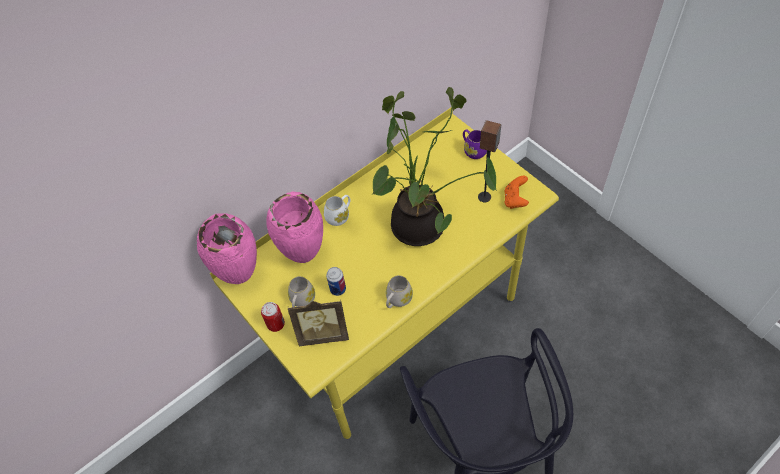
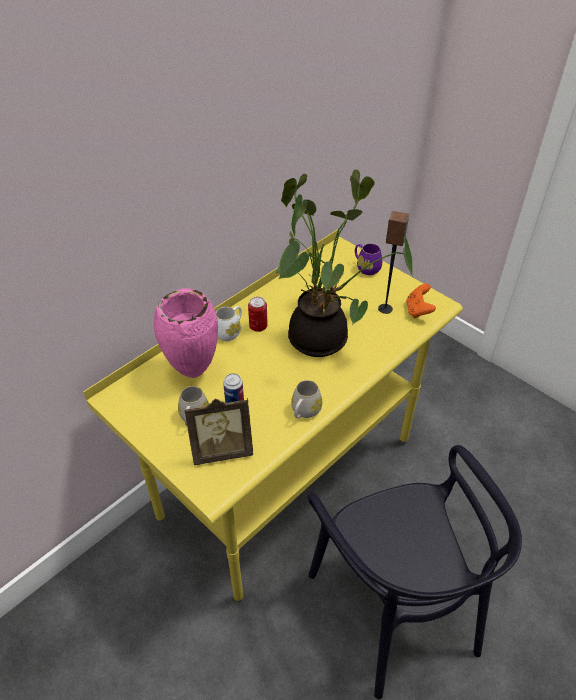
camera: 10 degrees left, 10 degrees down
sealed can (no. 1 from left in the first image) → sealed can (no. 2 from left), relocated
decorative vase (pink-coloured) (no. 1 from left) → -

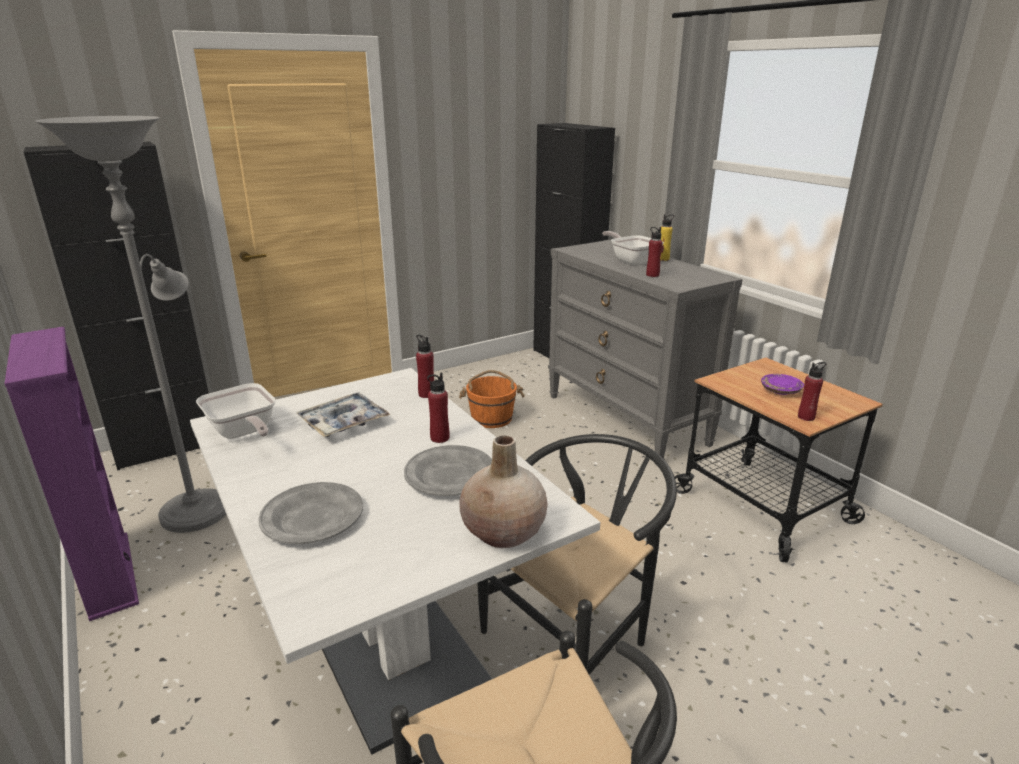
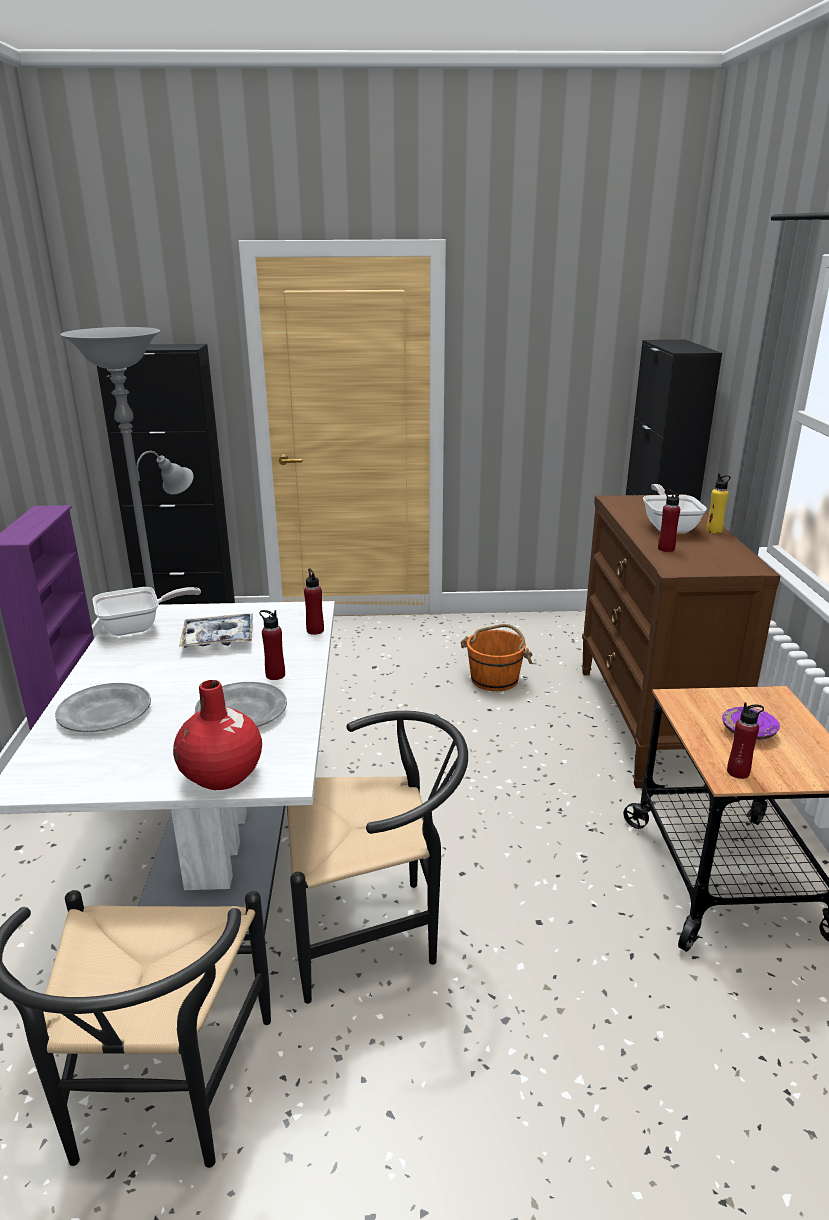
camera: 30 degrees right, 0 degrees up
skillet (no. 1 from left), 105 degrees counterclockwise
decorative vase (beige) → decorative vase (red)
dresser (gray) → dresser (brown)

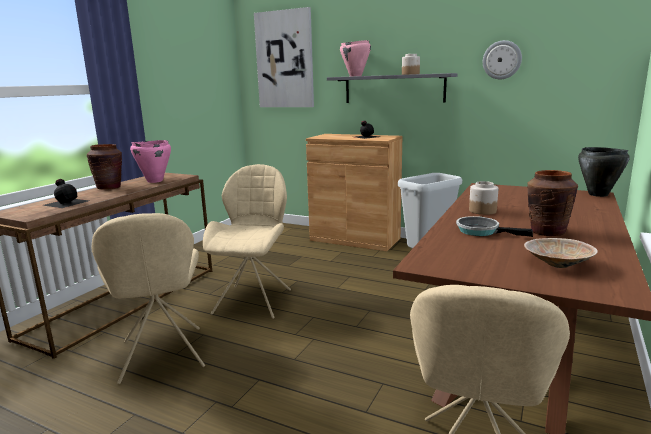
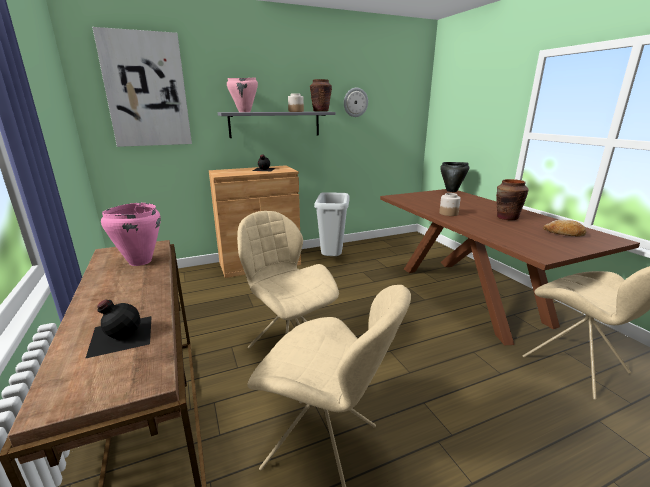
camera: 50 degrees left, 5 degrees up
decorative vase (brown) (no. 1 from left), relocated
serving bowl (beige) → bread
skillet → -

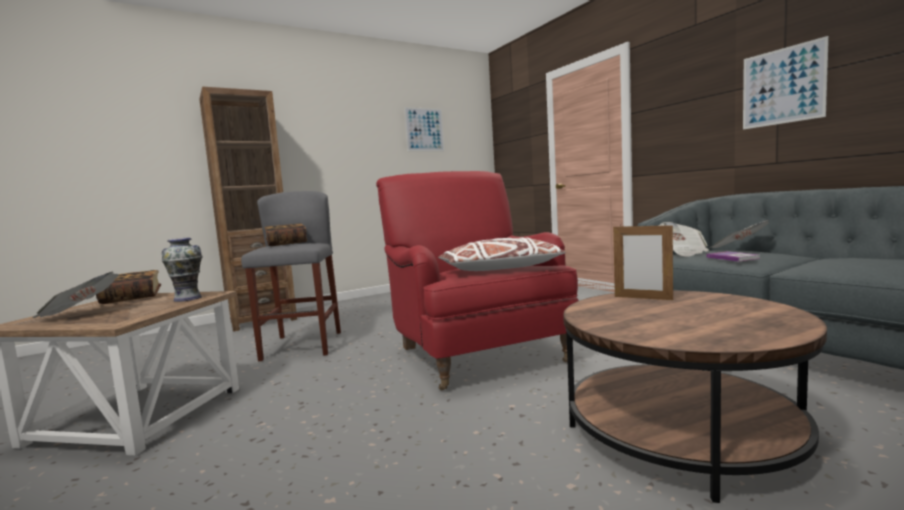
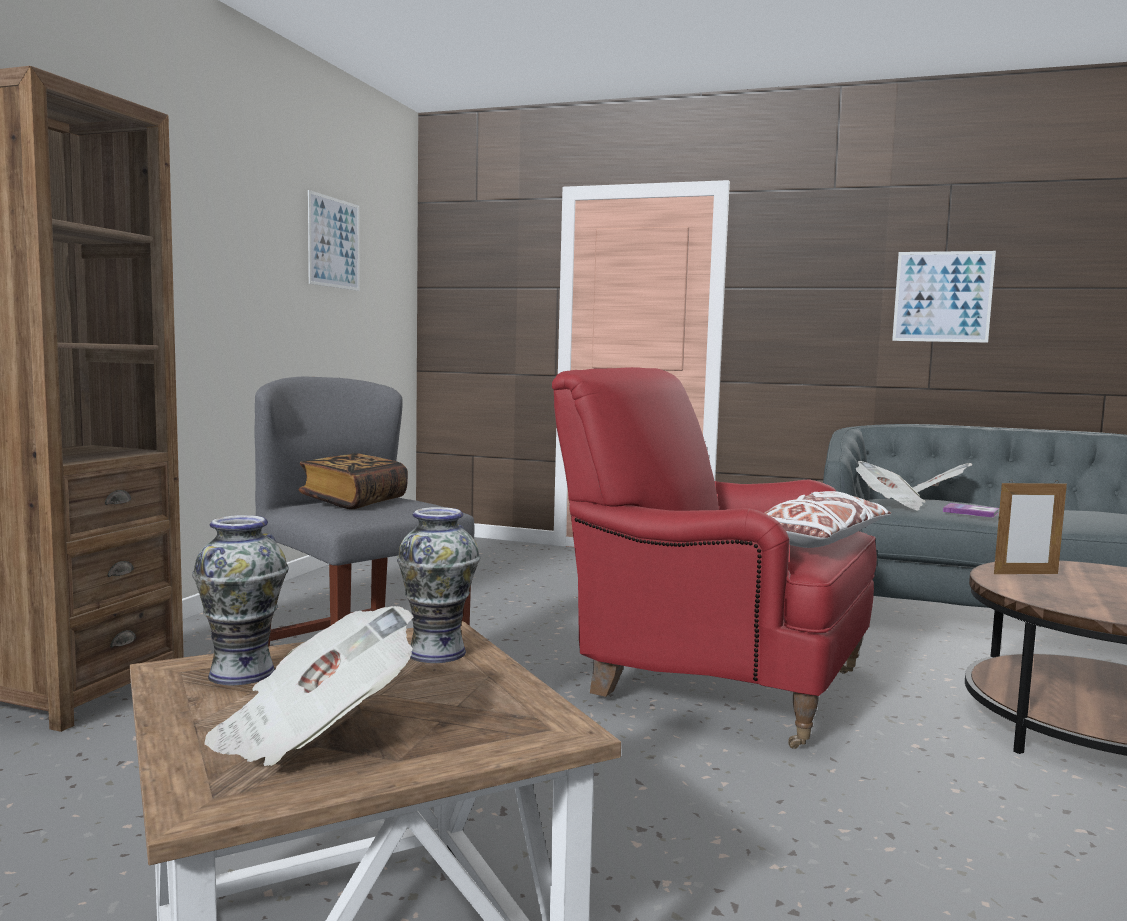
camera: 40 degrees left, 0 degrees up
bound book (no. 1 from left) → decorative vase (no. 1 from left)

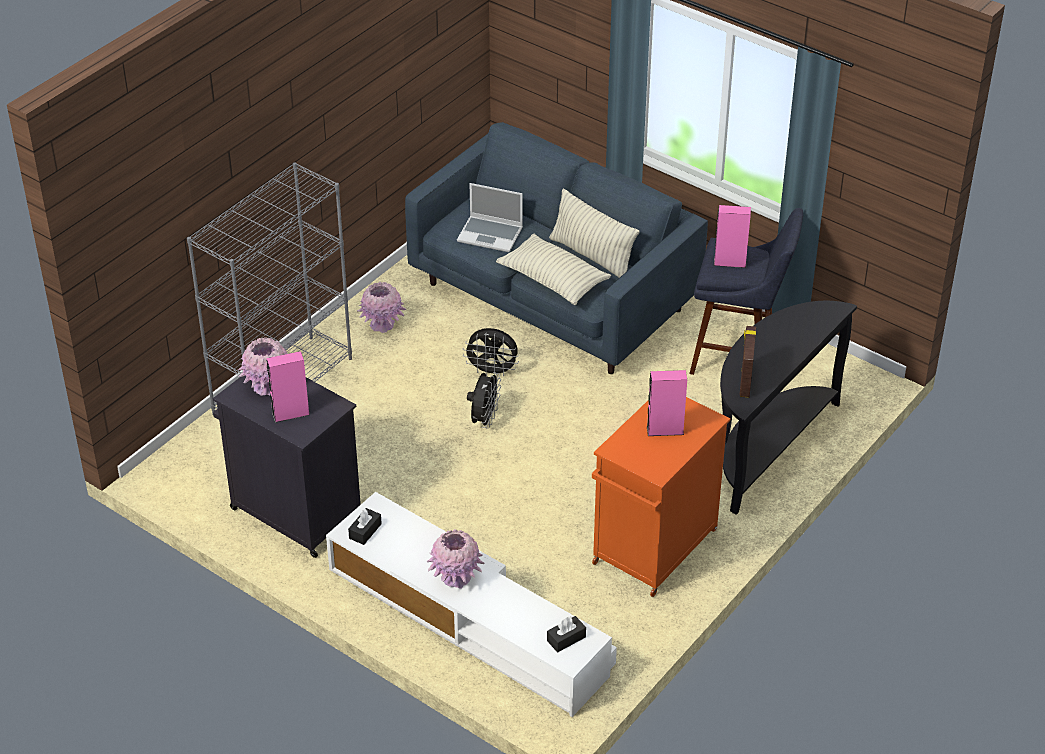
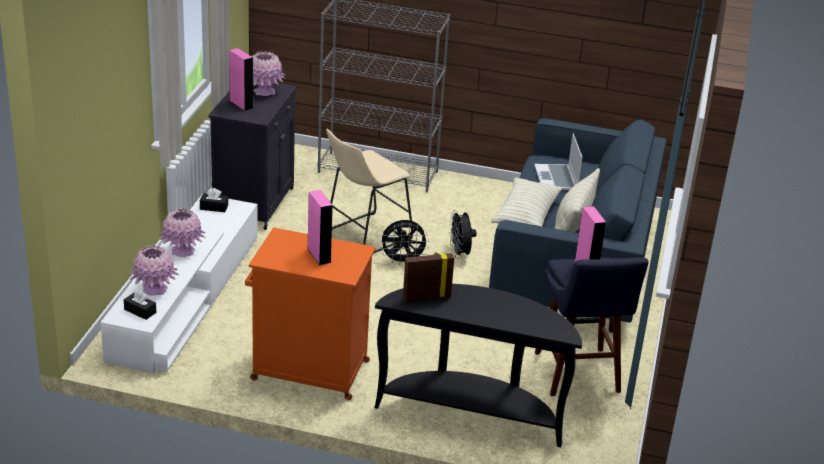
camera: 65 degrees right, 10 degrees down
decorative vase (pink-coloured) (no. 2 from left in the first image) → decorative vase (pink-coloured) (no. 1 from left), relocated
- → sitting stool (beige)

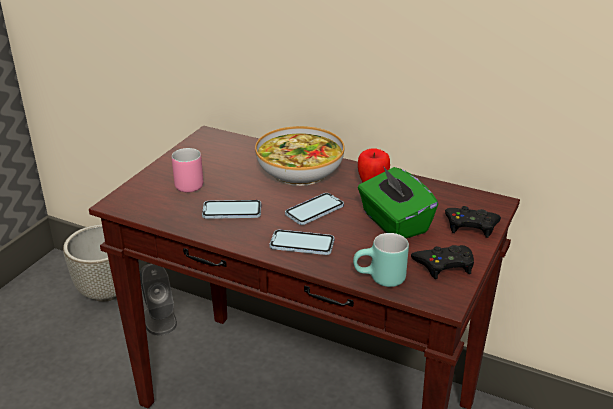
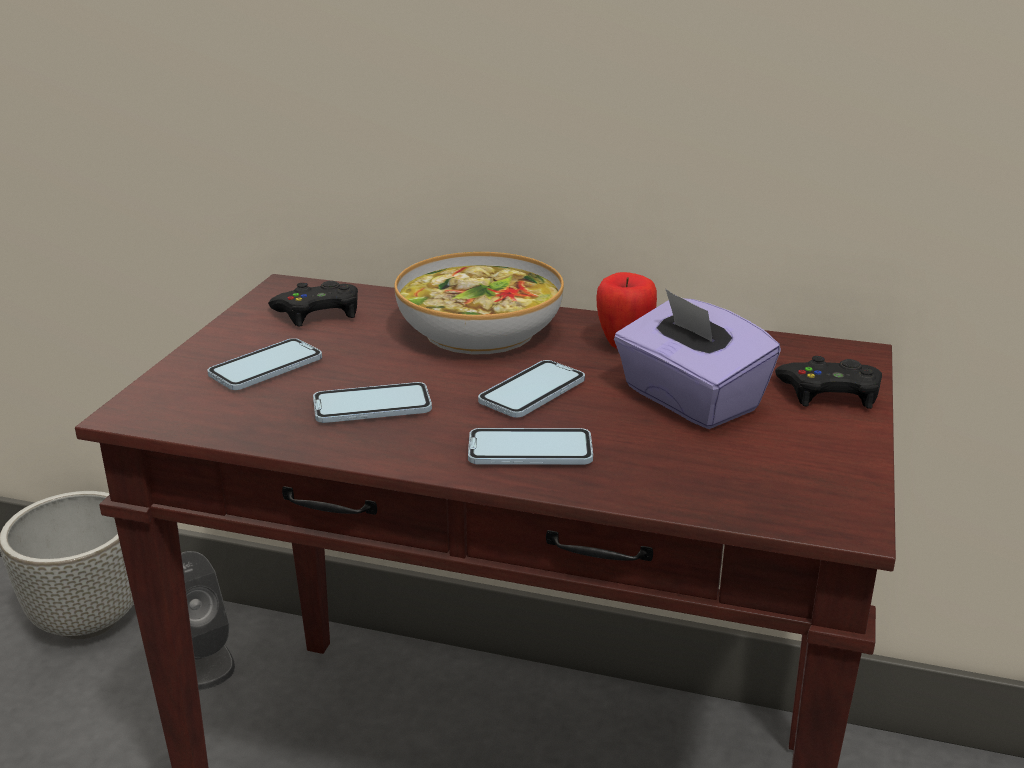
camera: 10 degrees left, 5 degrees down
mug (pink-coloured) → handset (no. 1 from left)
joypad (blackish) (no. 1 from left), relocated
tissue box (green-coloured) → tissue box (purplish)
mug (turquoise) → -

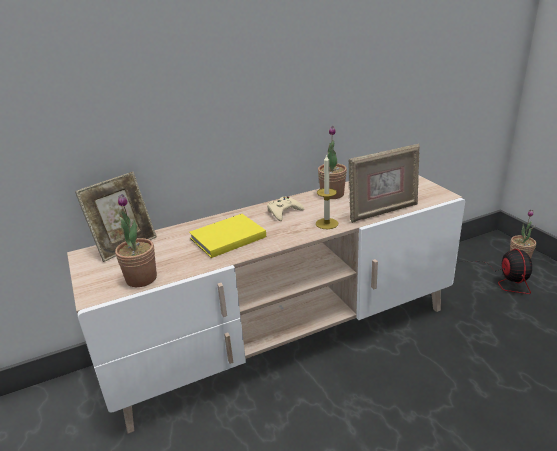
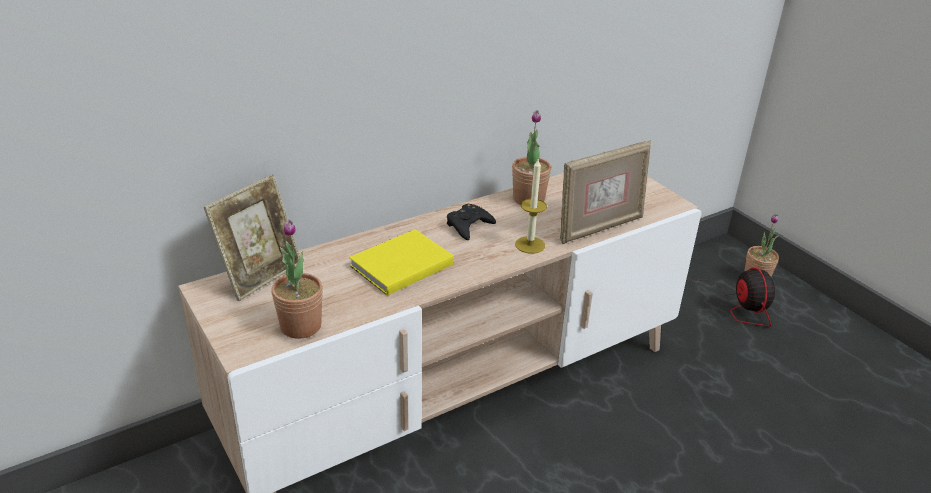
camera: 10 degrees left, 5 degrees up
joypad (beige) → joypad (blackish)

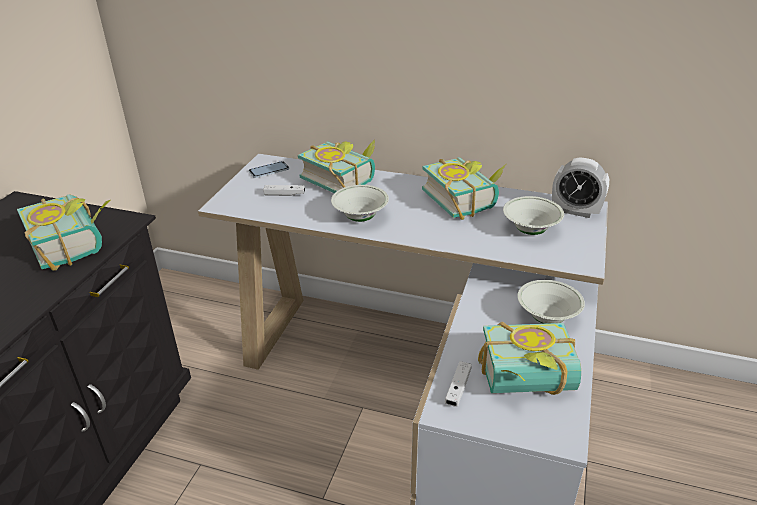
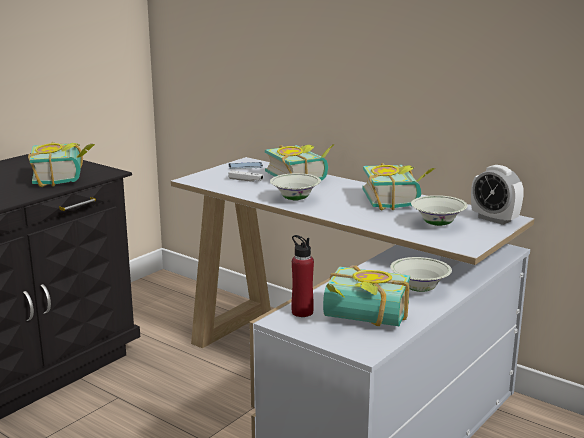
camera: 20 degrees right, 15 degrees down
joypad (white-coloured) (no. 2 from left) → drink bottle (red)

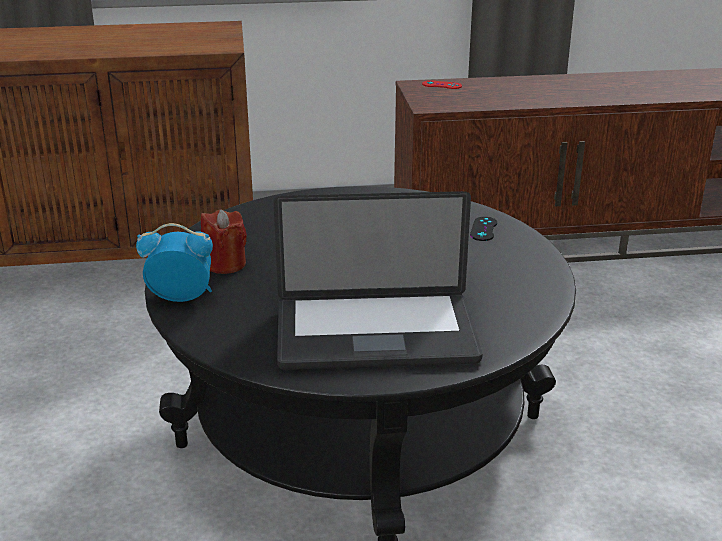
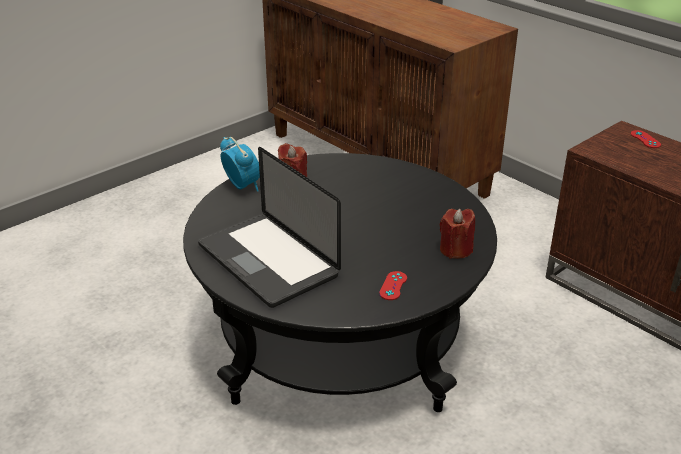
camera: 55 degrees right, 5 degrees up
- → joypad (red) (no. 1 from left)
joypad (blackish) → wax candle (red) (no. 2 from left)

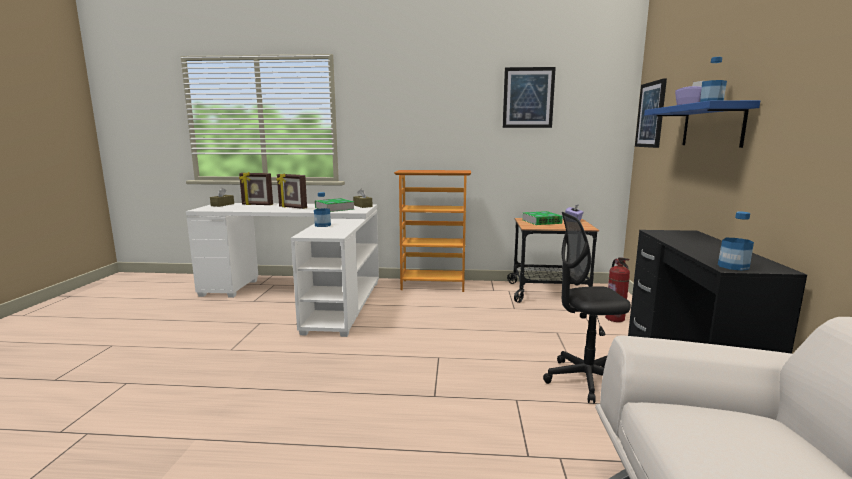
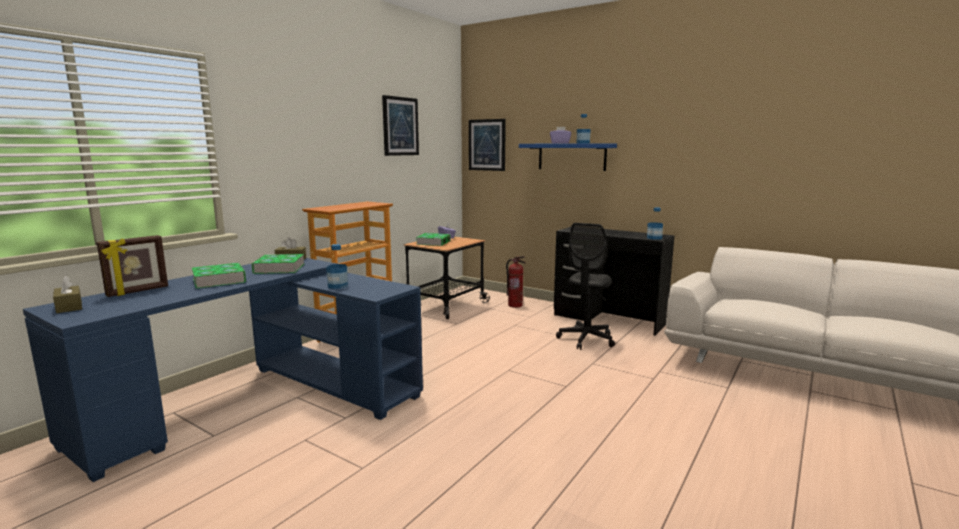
camera: 60 degrees left, 0 degrees up
desk unit (white-coloured) → desk unit (blue)
standing frame (no. 2 from left) → bound book (no. 1 from left)

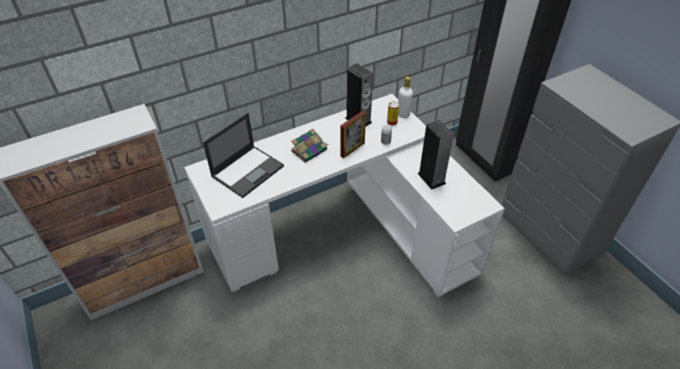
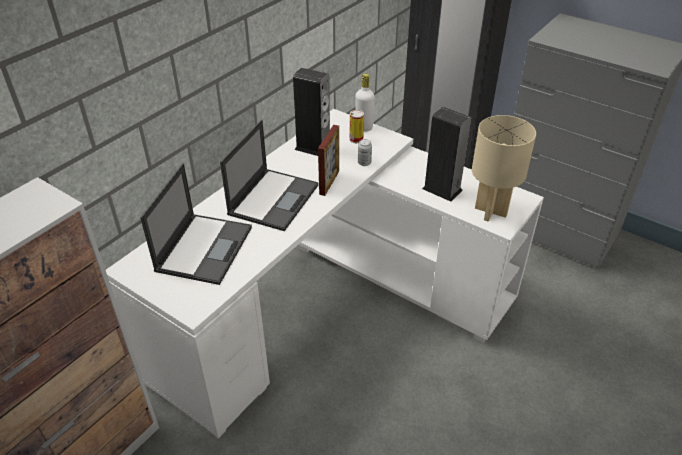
camera: 25 degrees left, 5 degrees down
bound book → portable computer (no. 2 from left)
- → tabletop lamp (beige)

